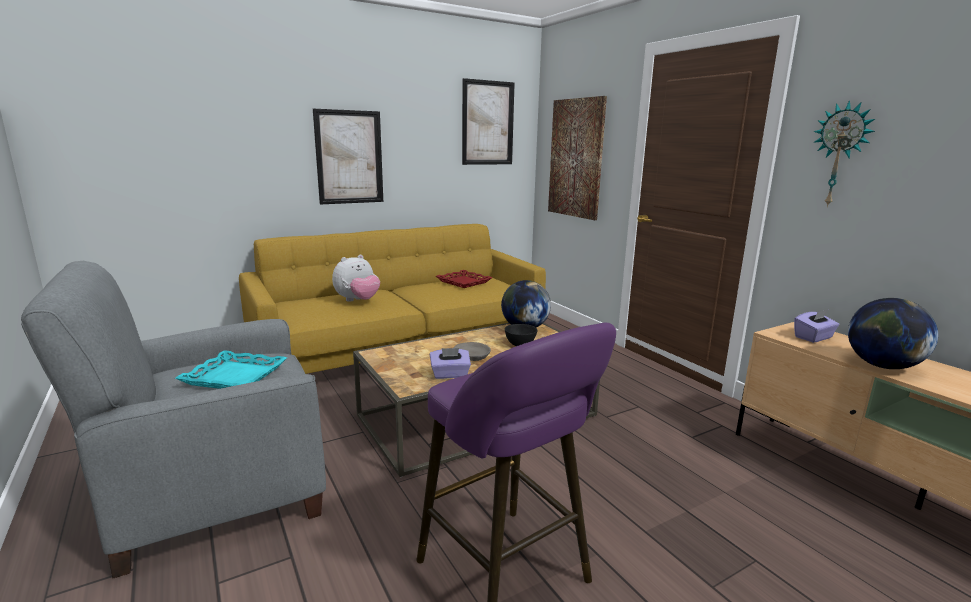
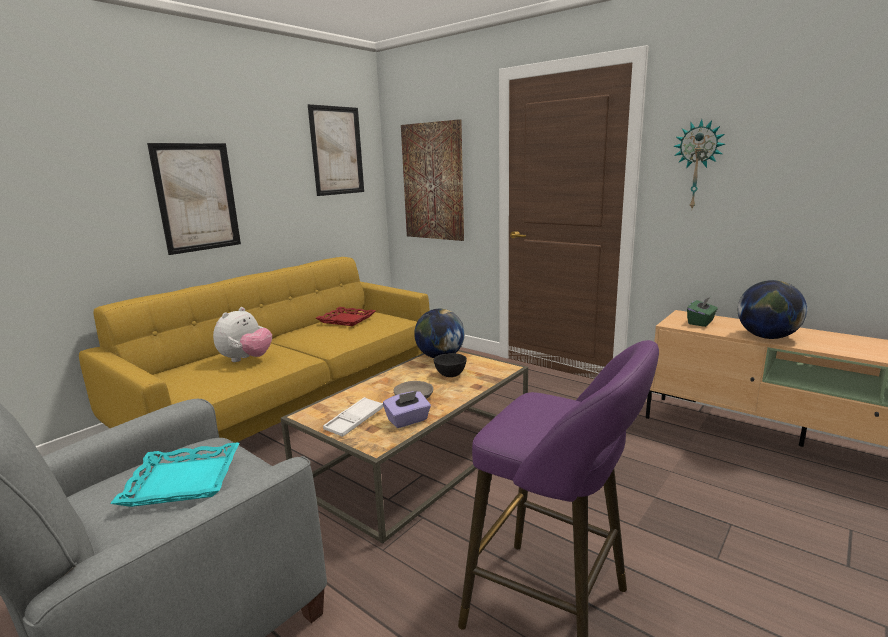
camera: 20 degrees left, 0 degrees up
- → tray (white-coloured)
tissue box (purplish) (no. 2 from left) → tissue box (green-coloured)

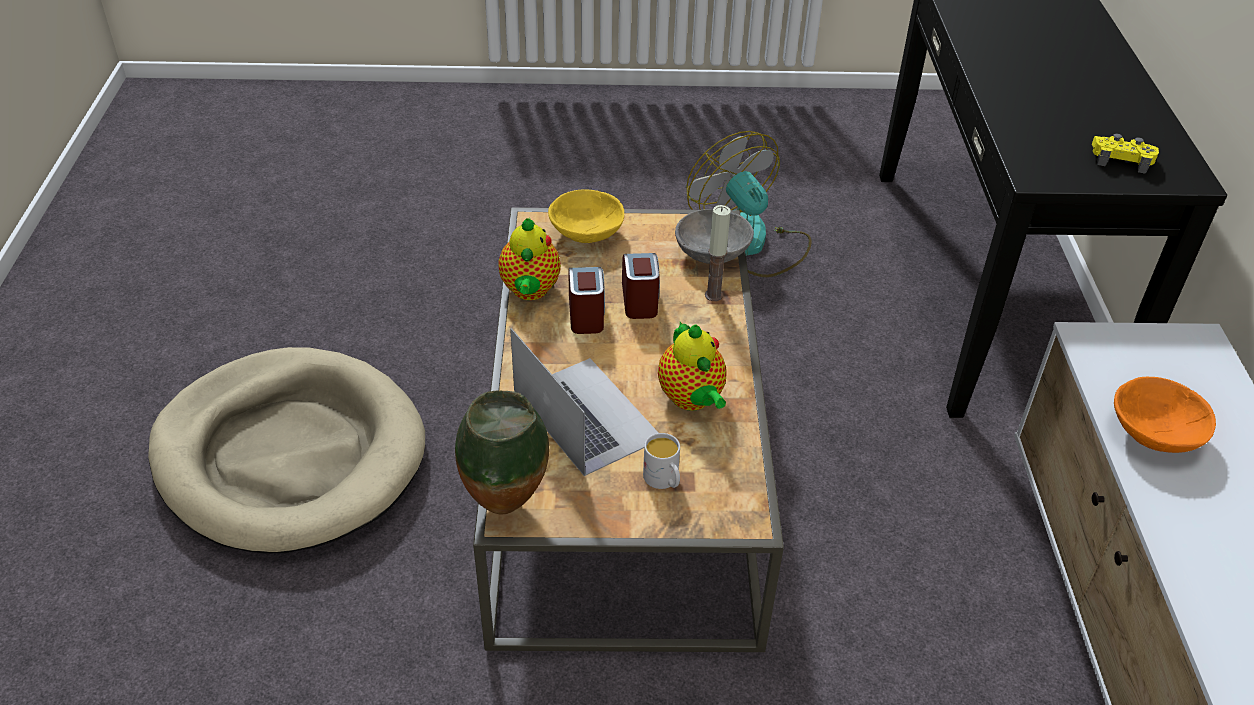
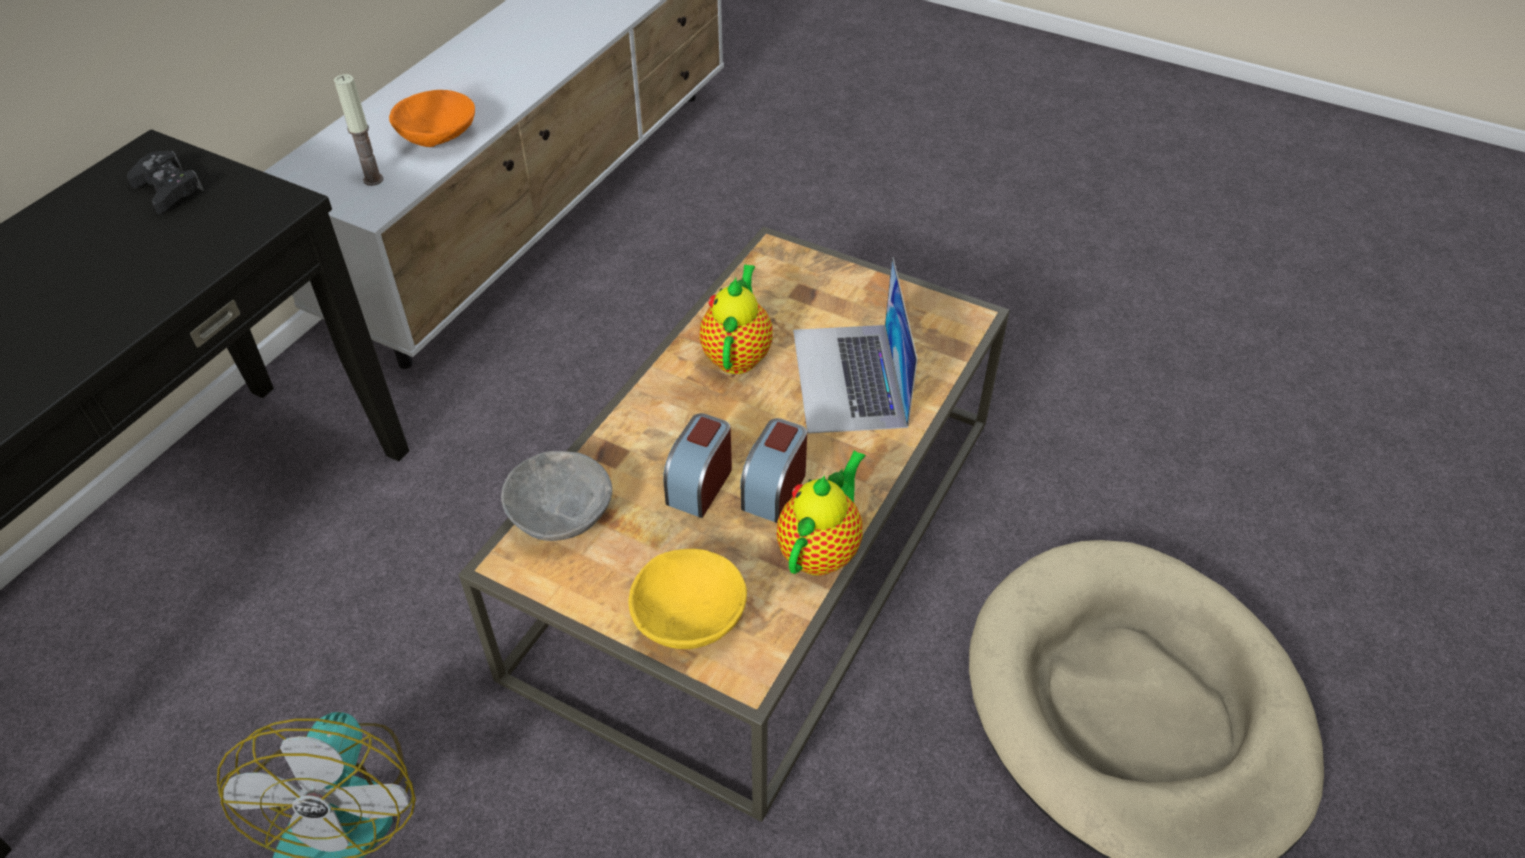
camera: 150 degrees left, 5 degrees up
joypad (yellowish) → joypad (blackish)
wax candle, relocated
decorative vase → -
mug (white-coloured) → -

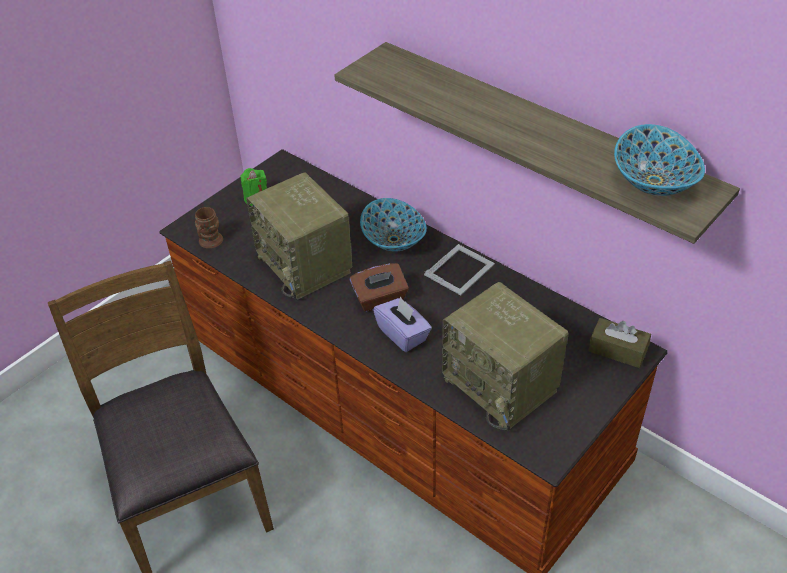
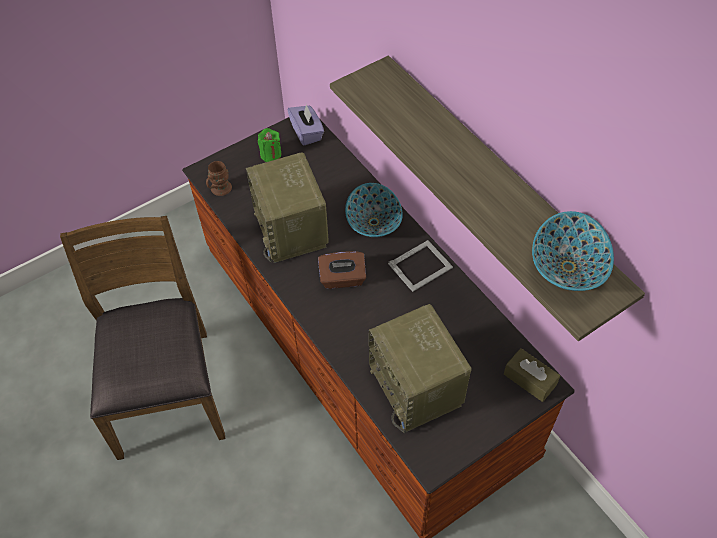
camera: 15 degrees right, 10 degrees up
tissue box (purplish), relocated

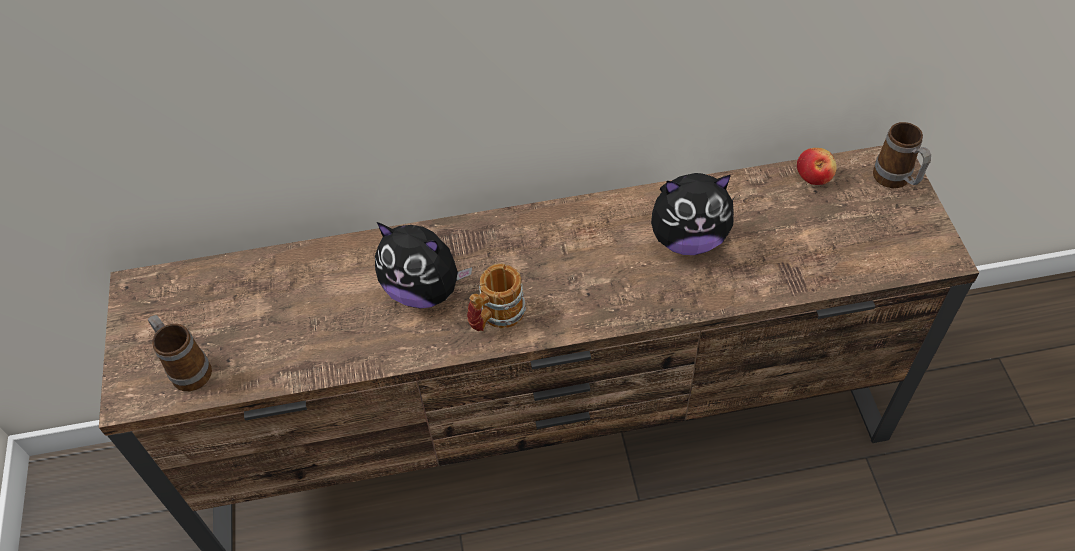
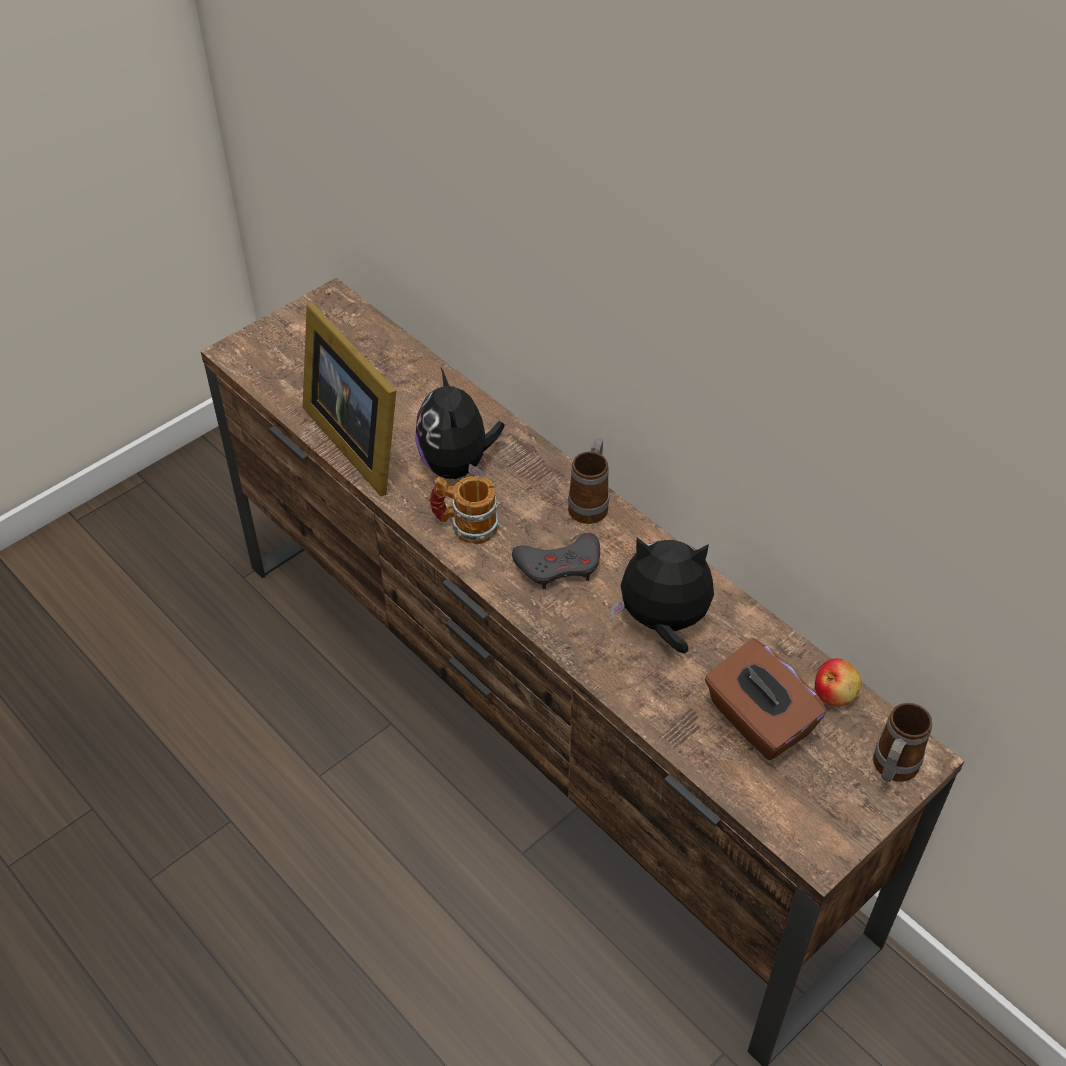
camera: 55 degrees right, 5 degrees down
- → standing frame
- → joypad (gray)
mug (no. 1 from left in the first image) → mug (no. 2 from left), relocated
soft toy (no. 2 from left), 135 degrees clockwise
- → tissue box (brown)

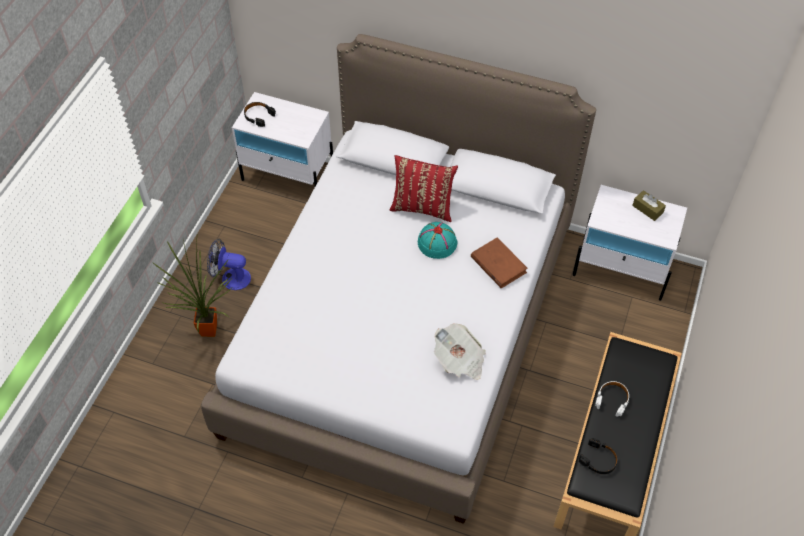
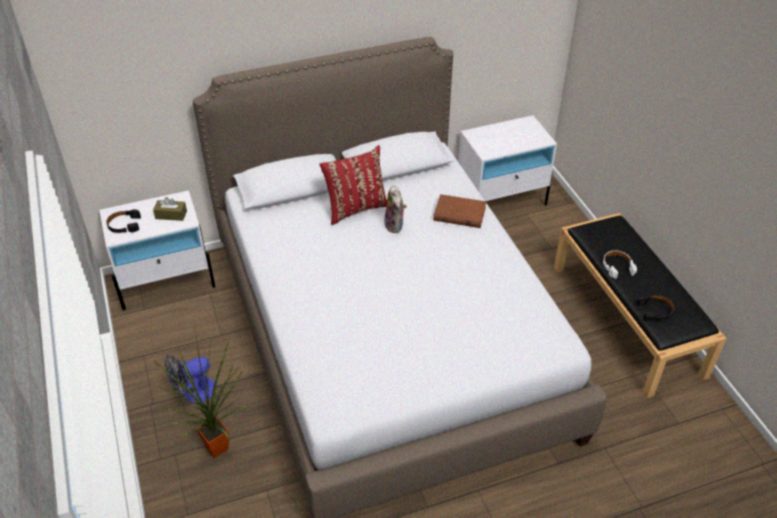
camera: 40 degrees left, 10 degrees down
tissue box (brown), relocated
clothing hat (turquoise) → soft toy
printed paper → -

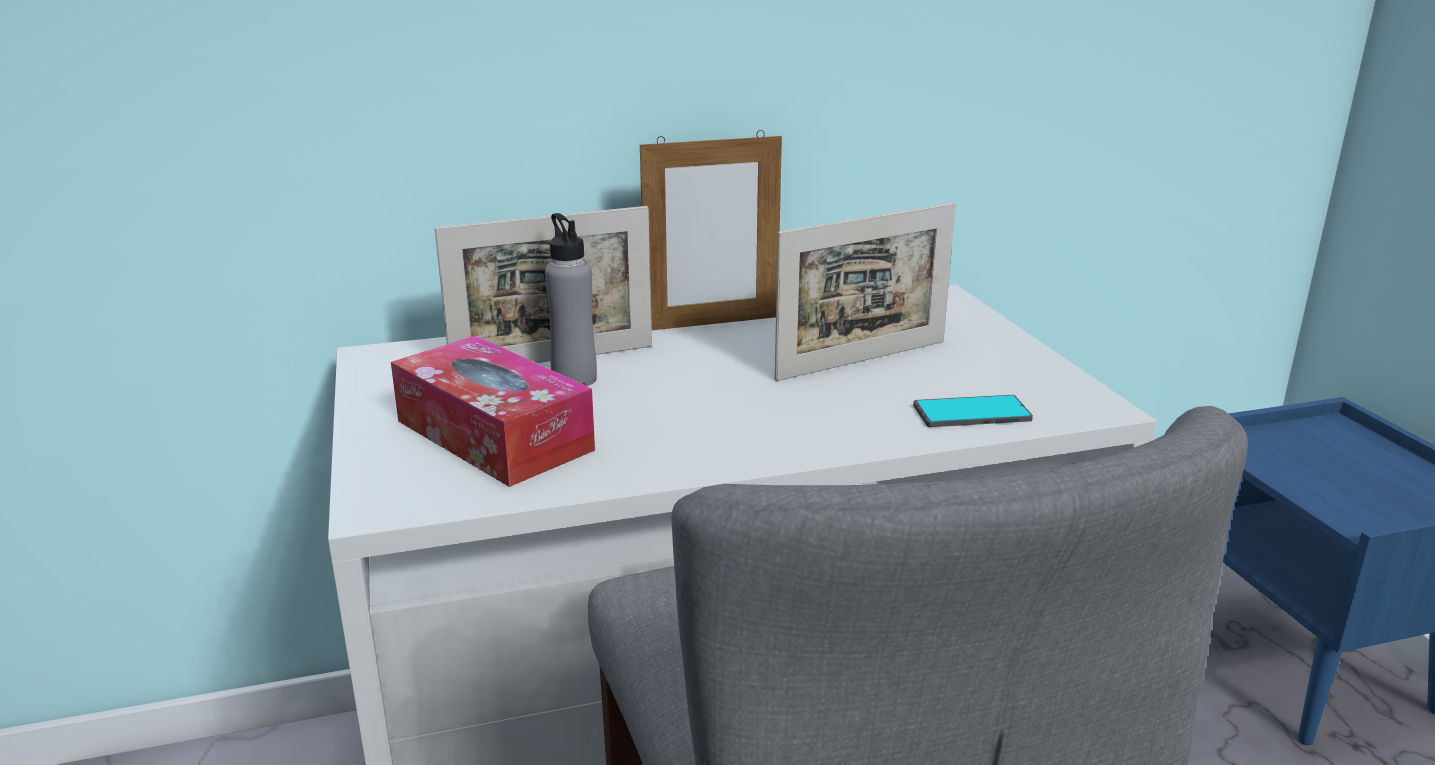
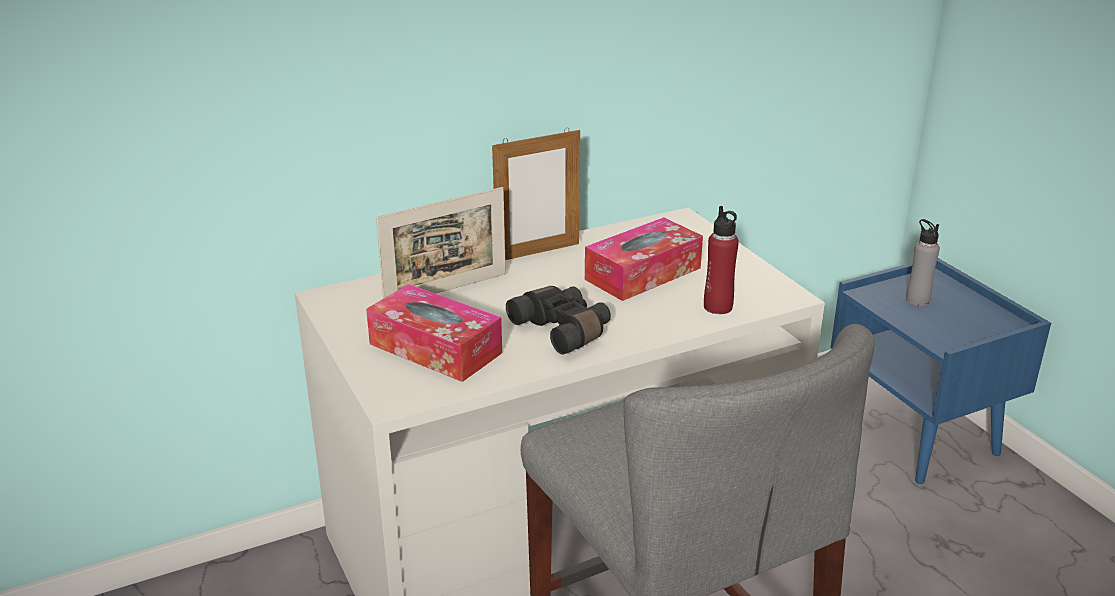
camera: 10 degrees left, 5 degrees up
- → pair of binoculars (blackish)
standing frame (no. 3 from left) → tissue box (no. 2 from left)
handset → drink bottle (red)
drink bottle (gray), relocated

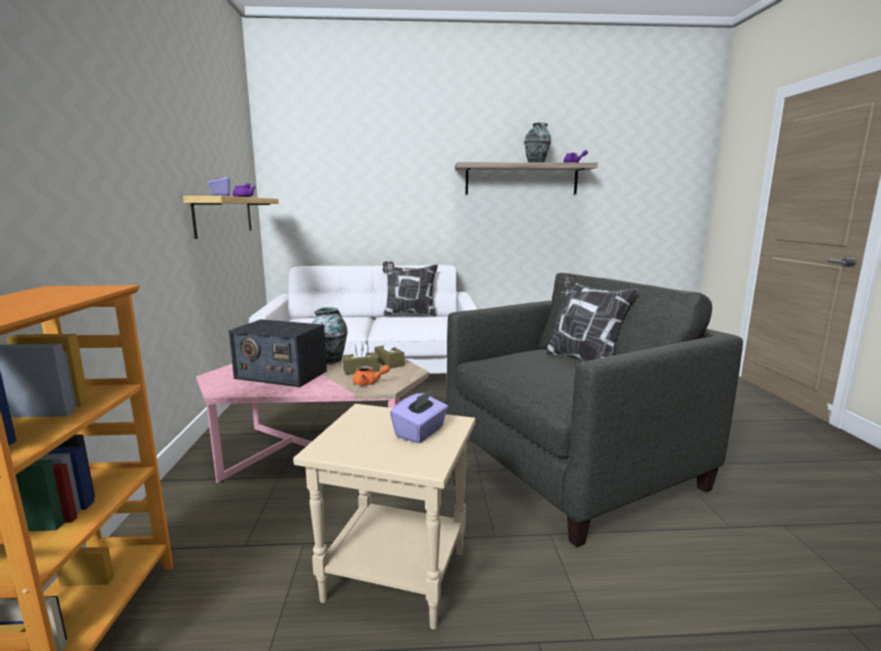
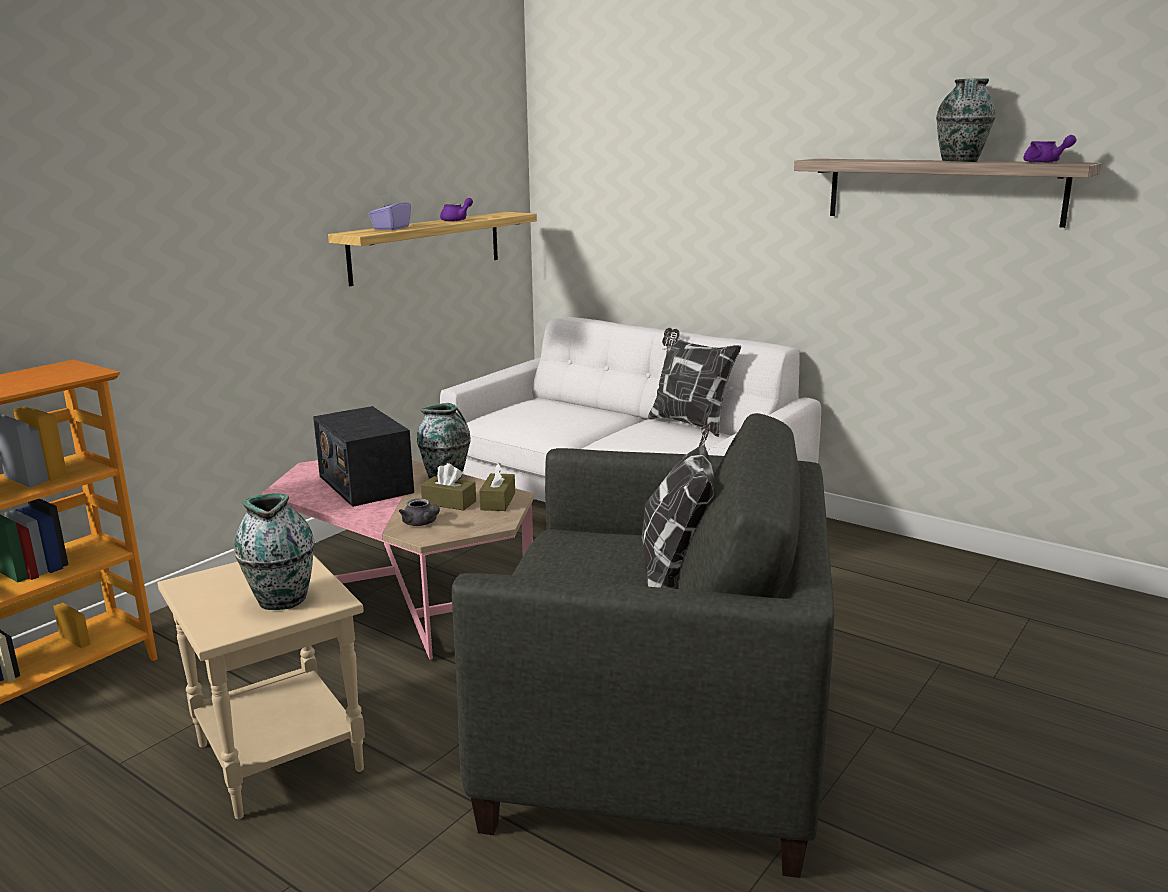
camera: 40 degrees right, 5 degrees up
tissue box (purplish) (no. 2 from left) → decorative vase (no. 1 from left)
tea pot (orange-coloured) → tea pot (gray)

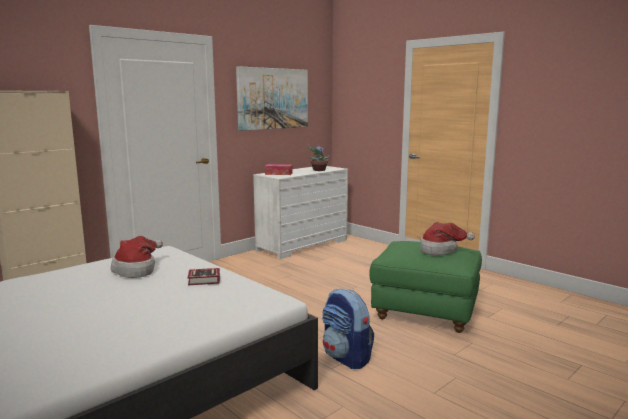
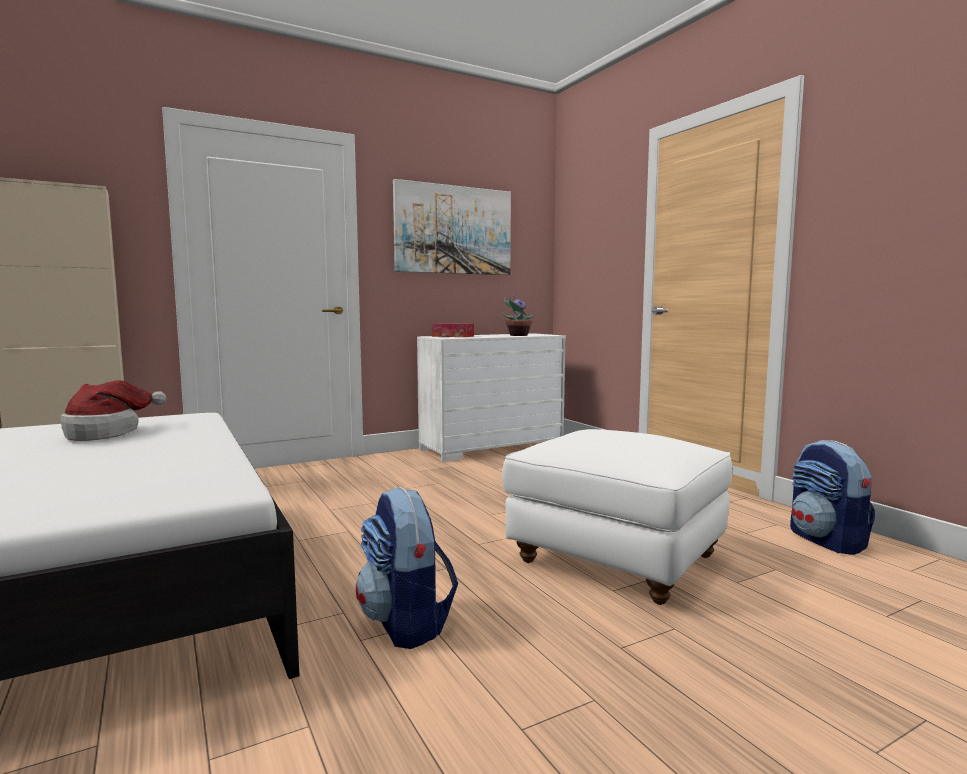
camera: 15 degrees right, 5 degrees down
pouffe (green-coloured) → pouffe (white-coloured)
- → backpack (no. 2 from left)
bound book → -
clothing hat (no. 2 from left) → -

